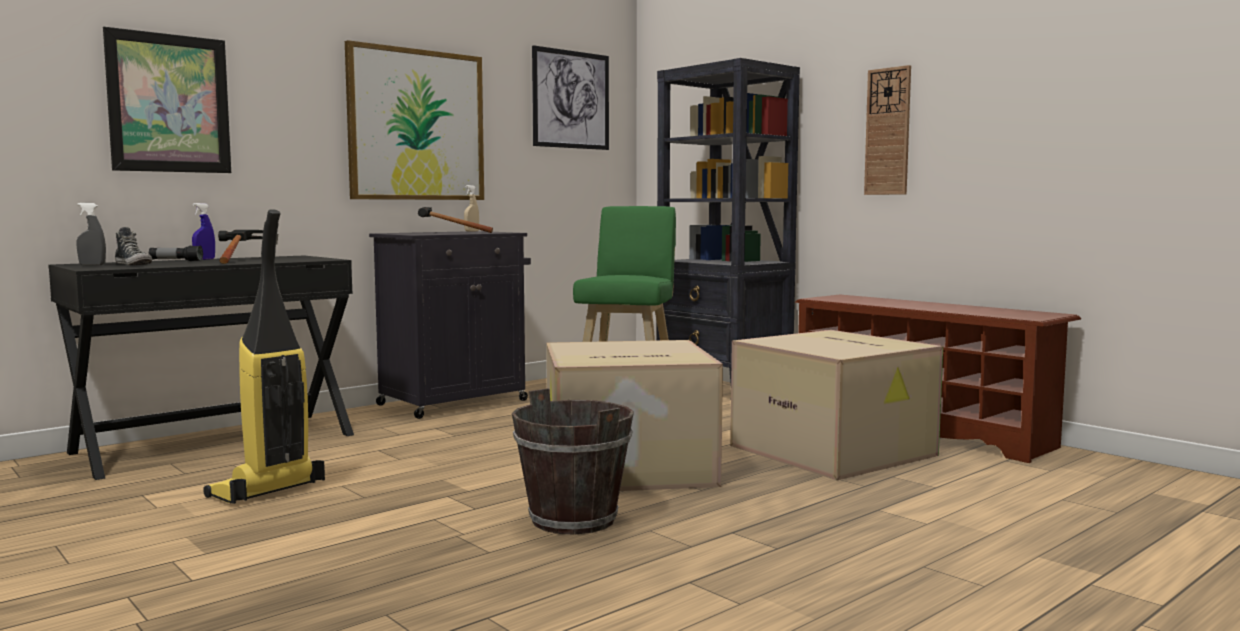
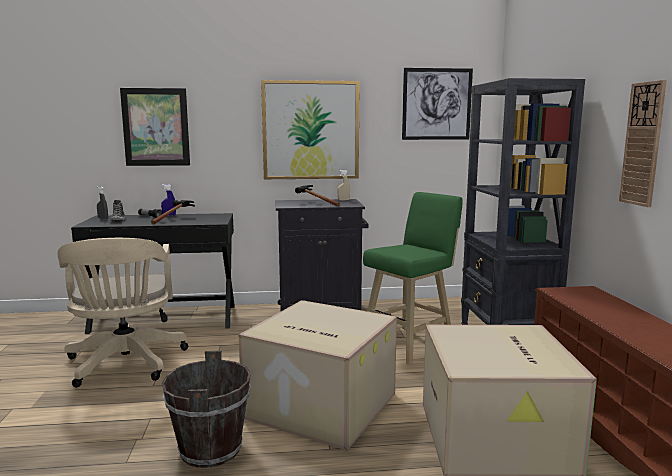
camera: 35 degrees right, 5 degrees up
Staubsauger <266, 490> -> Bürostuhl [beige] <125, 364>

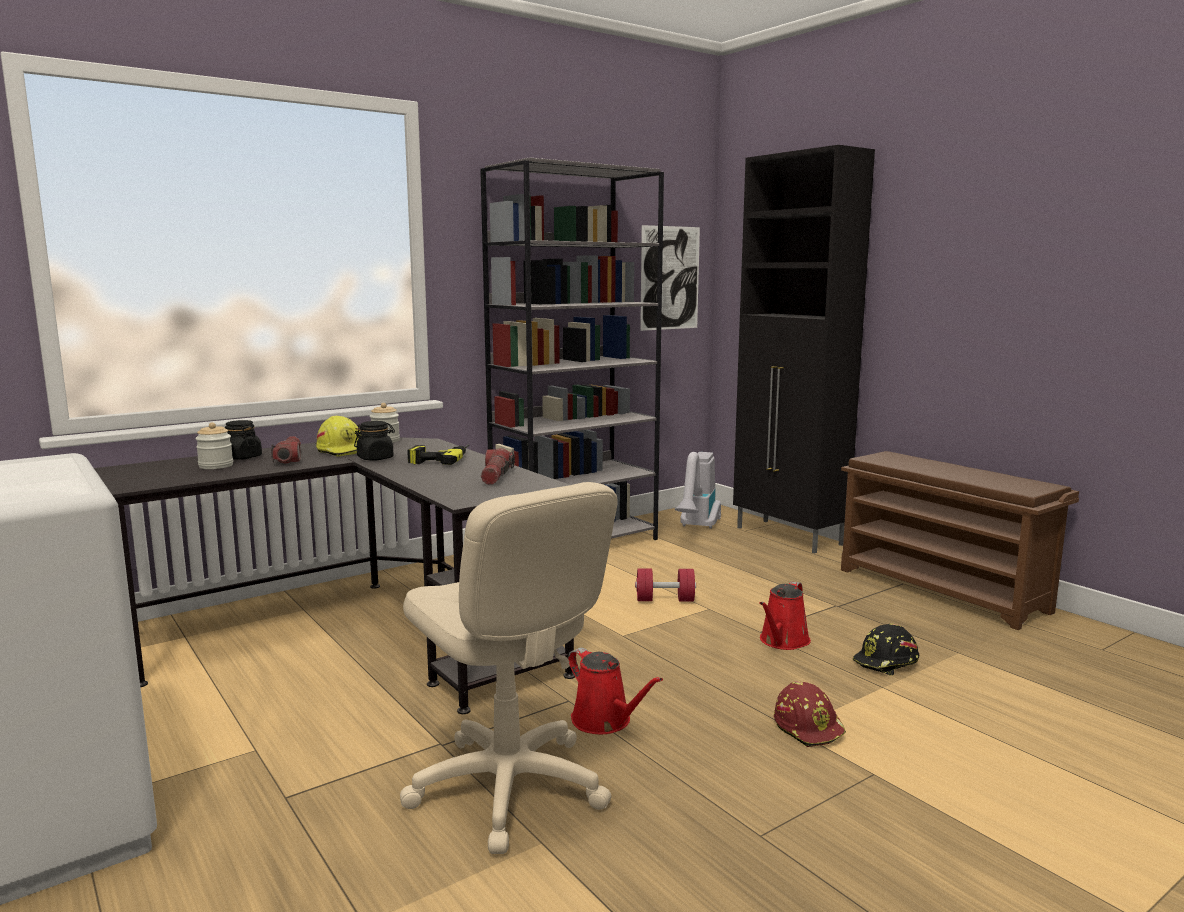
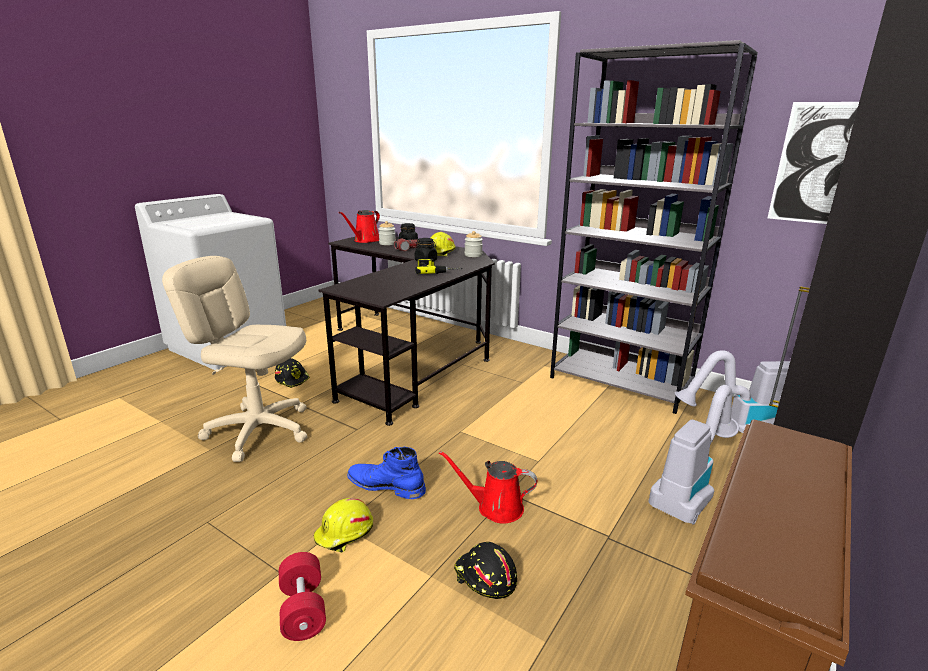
camera: 70 degrees right, 10 degrees up
Bürostuhl [beige] <507, 787> -> Bürostuhl [beige] <259, 430>, 75 degrees clockwise
Taschenlampe <496, 477> -> none
Gießkanne [rot] <605, 721> -> Gießkanne [rot] <365, 240>, moved
Hantel [rot] <665, 600> -> Hantel [rot] <303, 609>, moved
Schutzhelm [rot] <809, 727> -> Schutzhelm [gelb] <345, 533>
none -> Schutzhelm [schwarz] <293, 379>
none -> Stiefel [blau] <386, 485>
none -> Staubsauger <690, 490>

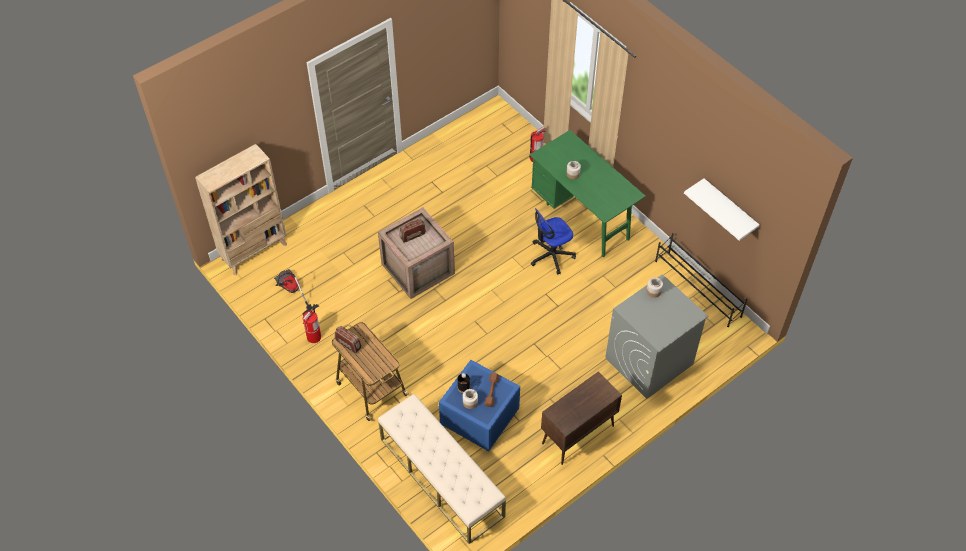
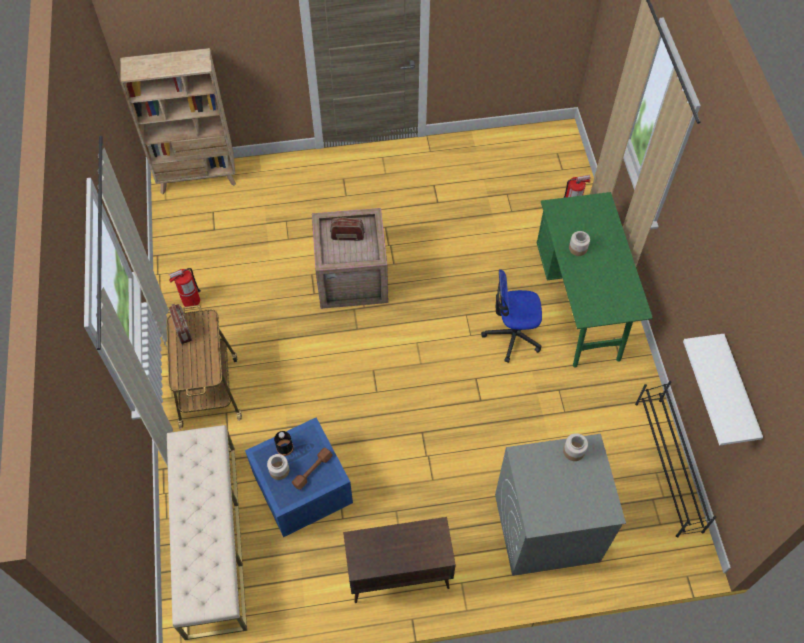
camera: 30 degrees right, 5 degrees up
Staubsauger <292, 292> -> none

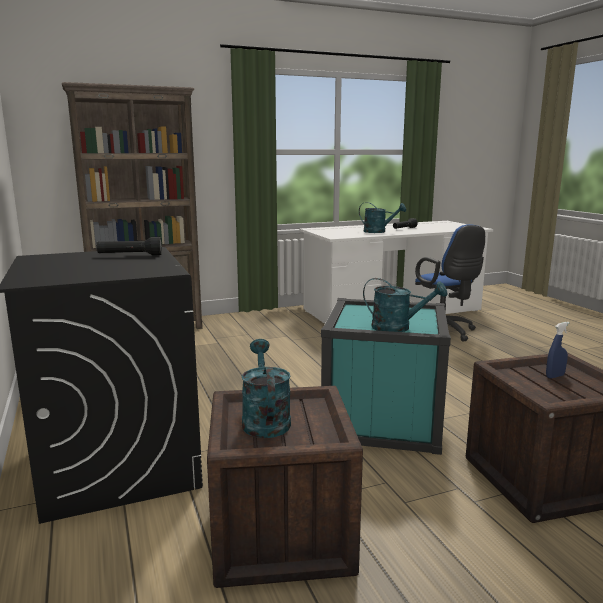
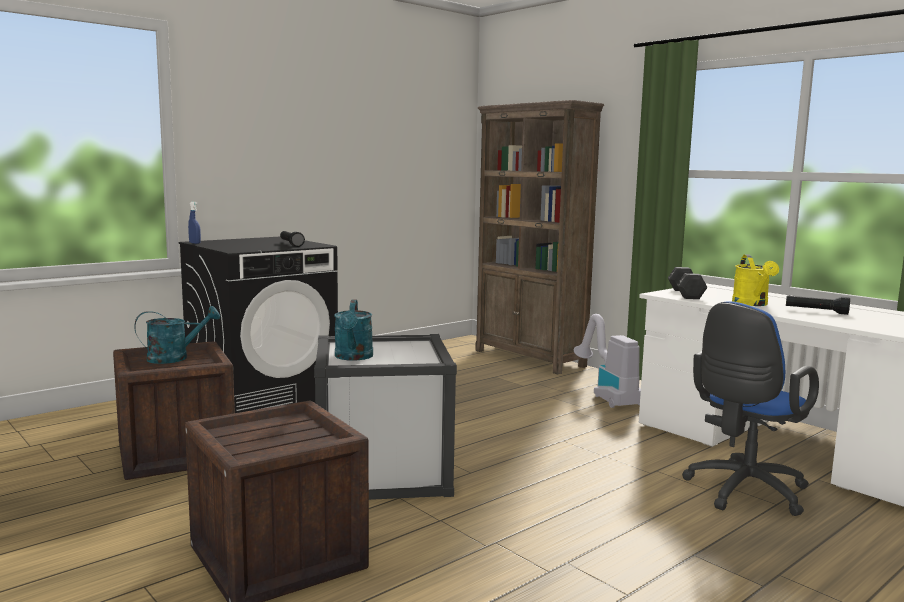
camera: 70 degrees right, 5 degrees down
Aufbewahrungsbox [türkis] <382, 419> -> Aufbewahrungsbox [weiß] <382, 471>
Gießkanne [türkis] <379, 231> -> Gießkanne [gelb] <752, 304>
Sprühflasche [blau] <555, 376> -> Sprühflasche [blau] <195, 243>, moved
none -> Staubsauger <606, 395>
none -> Hantel [schwarz] <685, 294>

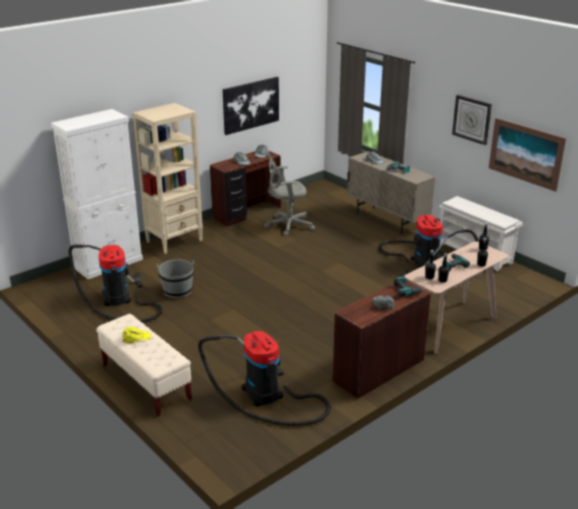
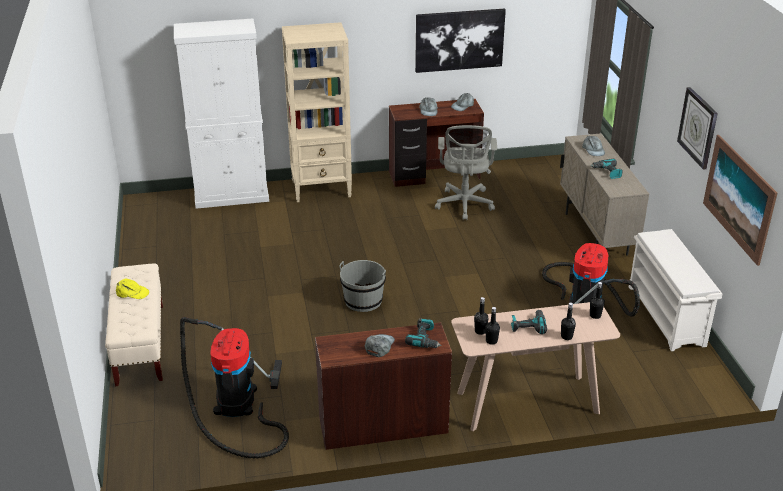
camera: 30 degrees right, 5 degrees up
Staubsauger <118, 299> -> none
Eimer [grau] <177, 291> -> Eimer [grau] <363, 301>, moved
Bürostuhl [grau] <287, 225> -> Bürostuhl [grau] <464, 205>, 105 degrees counterclockwise

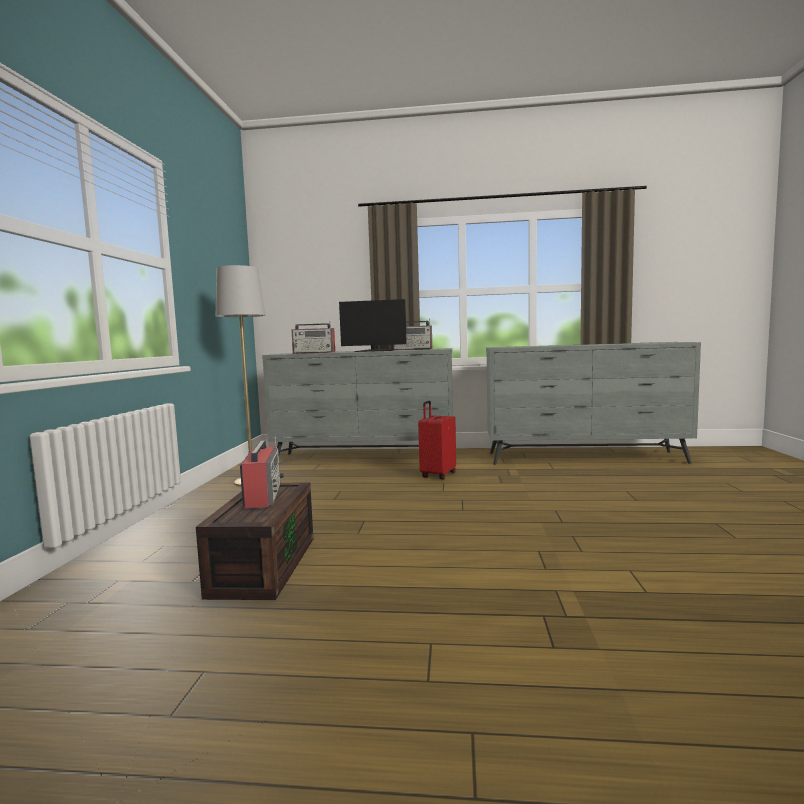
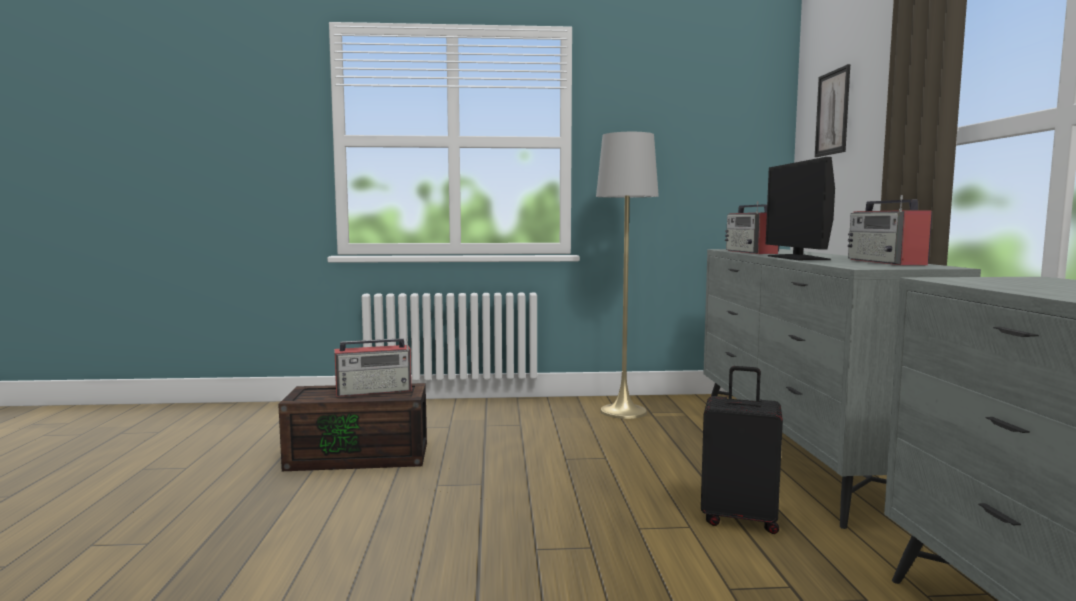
camera: 80 degrees right, 0 degrees up
Koffer [rot] <437, 475> -> Koffer [schwarz] <740, 518>
none -> Bild <832, 113>

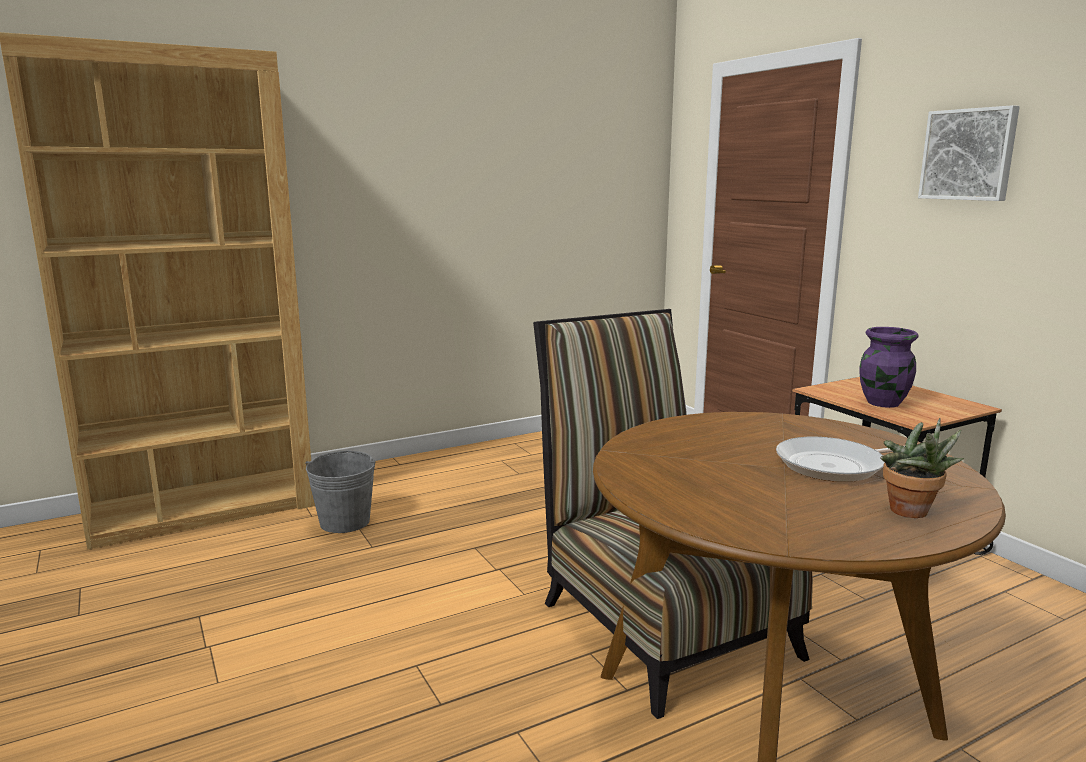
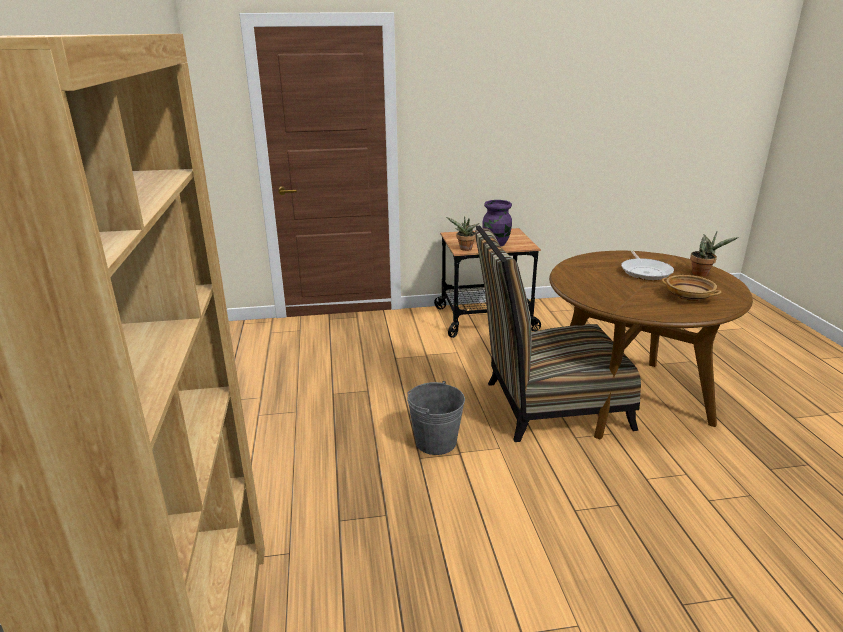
camera: 70 degrees left, 10 degrees up
Eimer [grau] <345, 522> -> Eimer [grau] <435, 442>, moved
Bild <969, 154> -> none
none -> Topfpflanze <464, 249>
none -> Schüssel [beige] <689, 297>

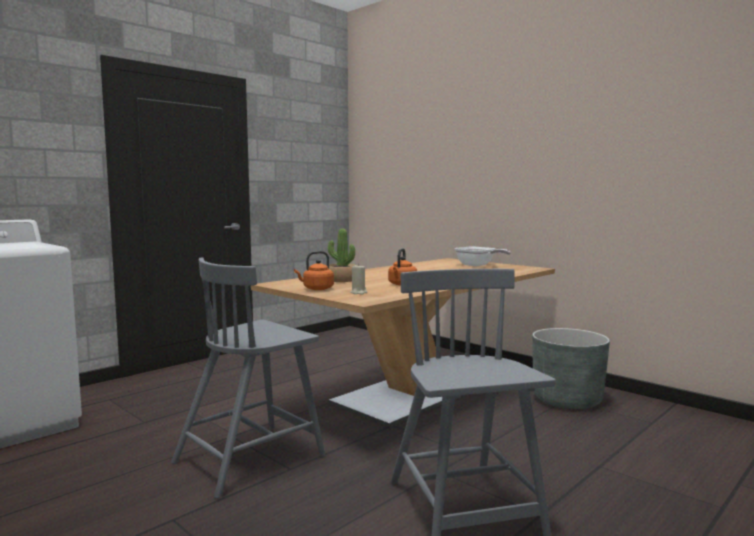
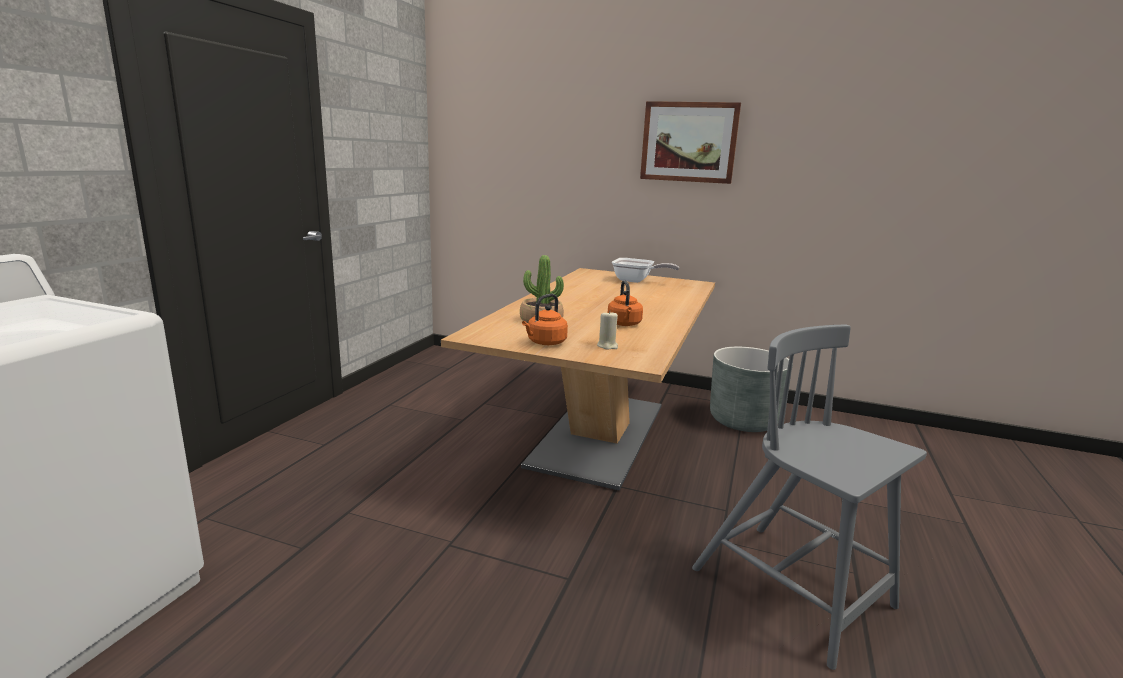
camera: 25 degrees left, 10 degrees up
Stuhl [grau] <251, 458> -> none
none -> Bild <689, 142>

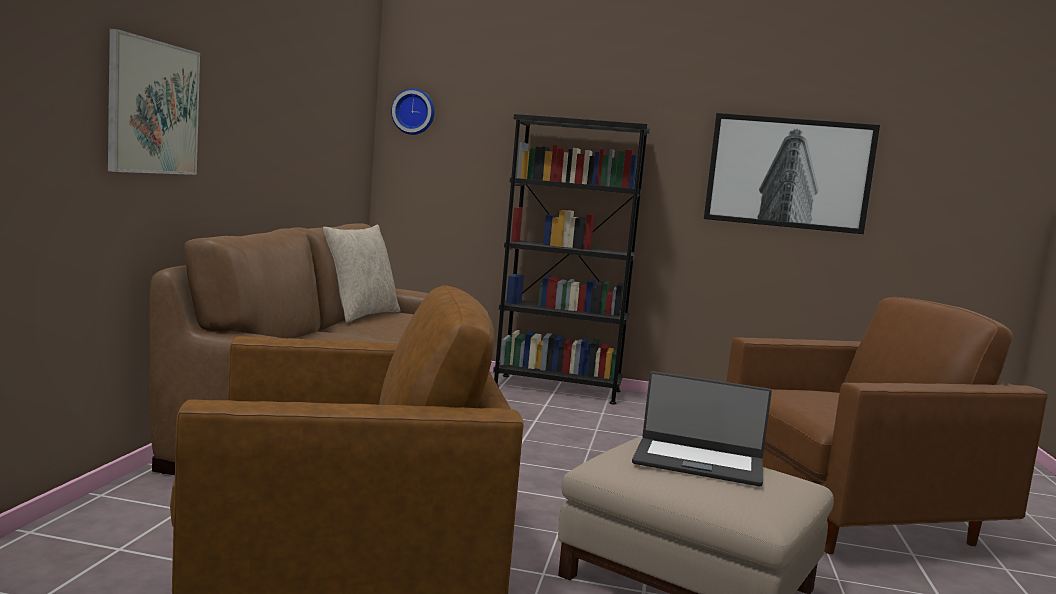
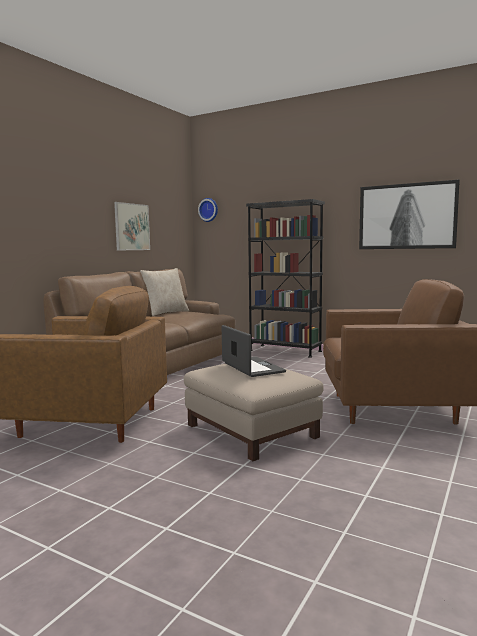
camera: 20 degrees right, 0 degrees up
Bild <153, 107> -> Bild <132, 227>, moved
Laptop <698, 462> -> Laptop <251, 367>, 150 degrees counterclockwise

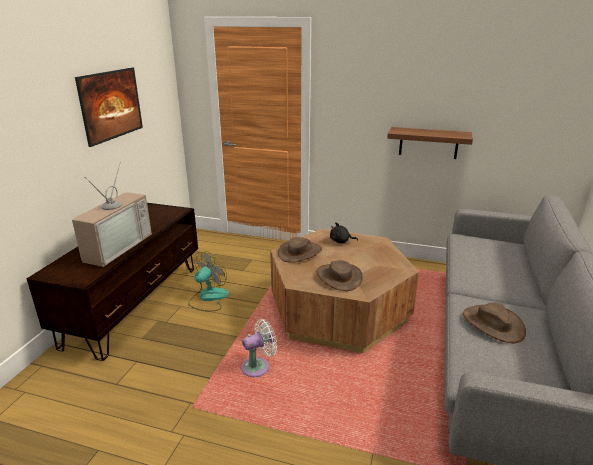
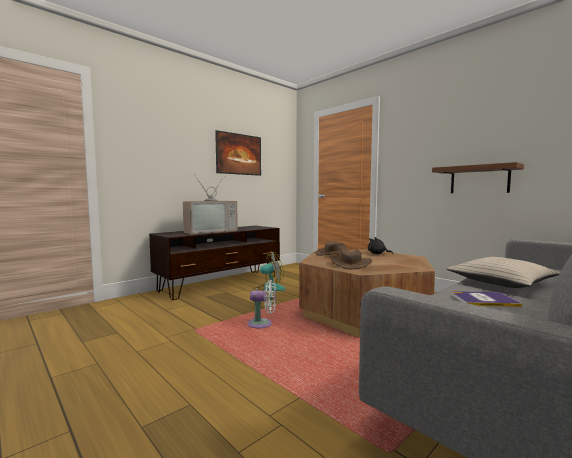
camera: 30 degrees right, 20 degrees down
Hut [braun] <492, 324> -> Buch <484, 300>
none -> Kissen [beige] <501, 282>

